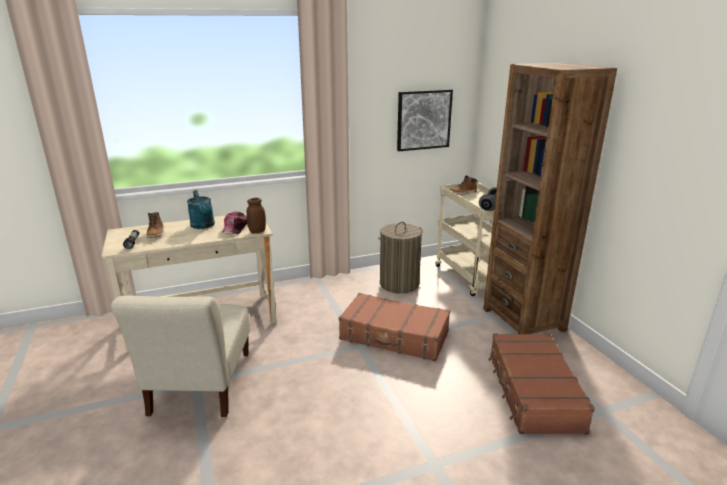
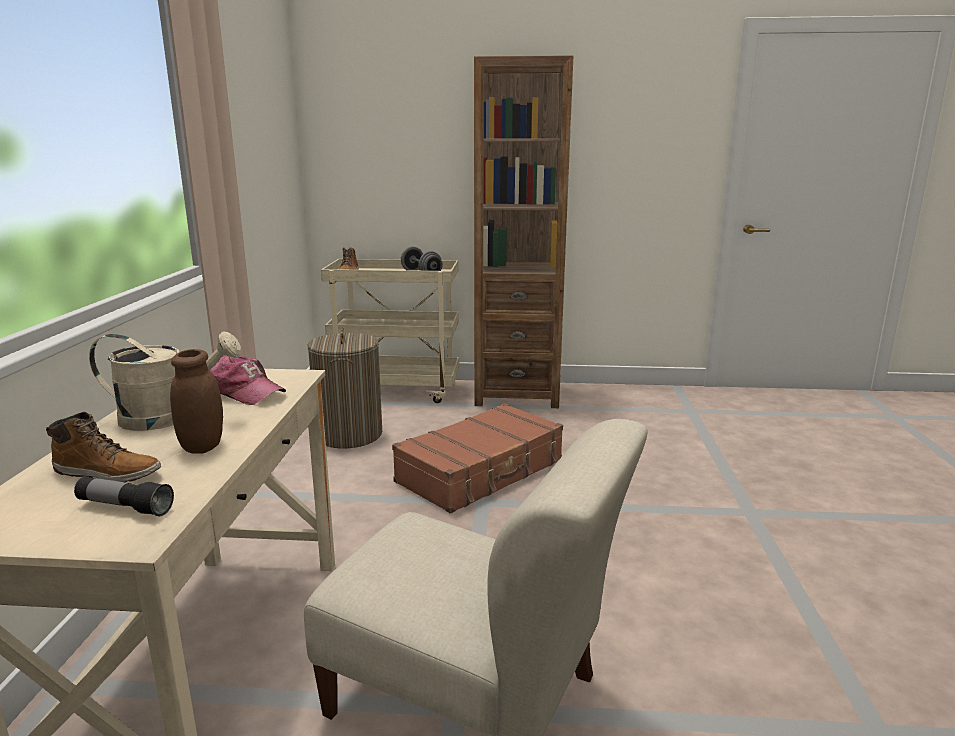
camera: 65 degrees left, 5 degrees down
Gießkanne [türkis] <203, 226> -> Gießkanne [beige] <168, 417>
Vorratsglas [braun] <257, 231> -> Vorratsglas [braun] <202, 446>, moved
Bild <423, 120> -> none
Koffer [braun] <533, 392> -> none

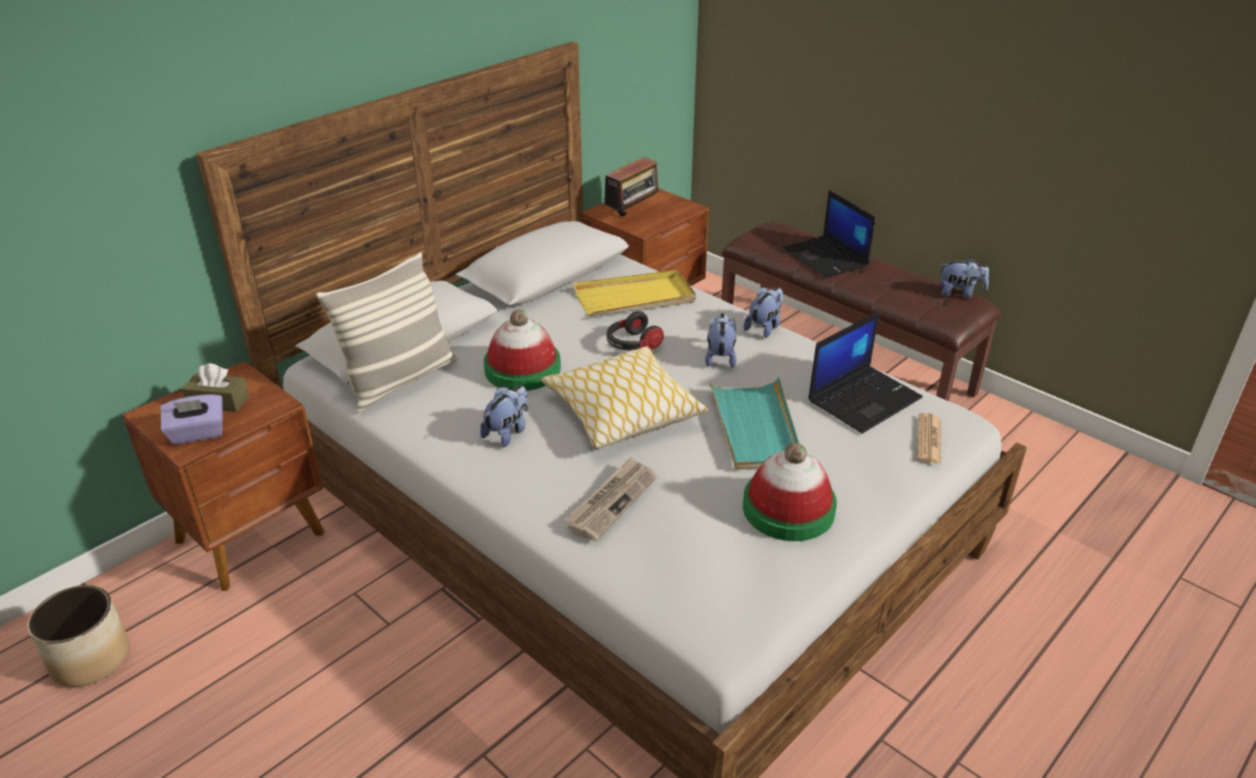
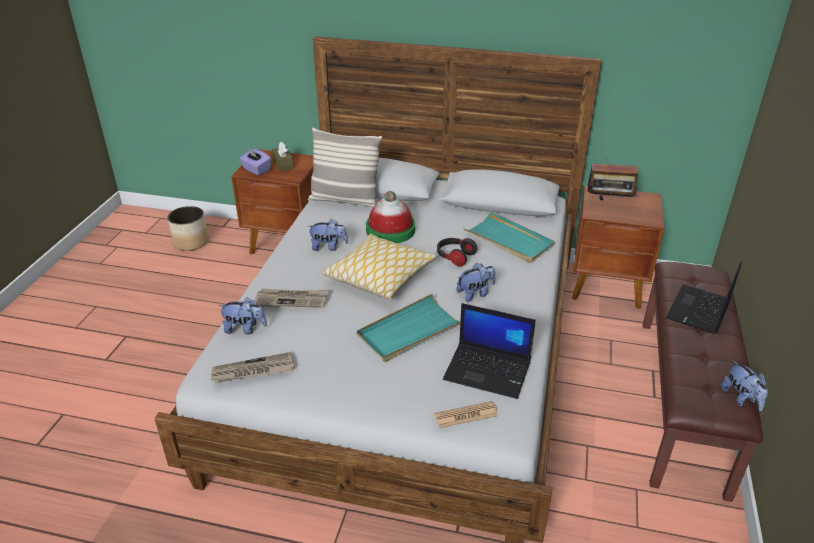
camera: 60 degrees right, 0 degrees up
Tablett [gelb] <635, 298> -> Tablett [türkis] <509, 240>
Hut <788, 509> -> none
Plüschtier <764, 327> -> Plüschtier <245, 329>, moved
none -> Zeitung <253, 371>

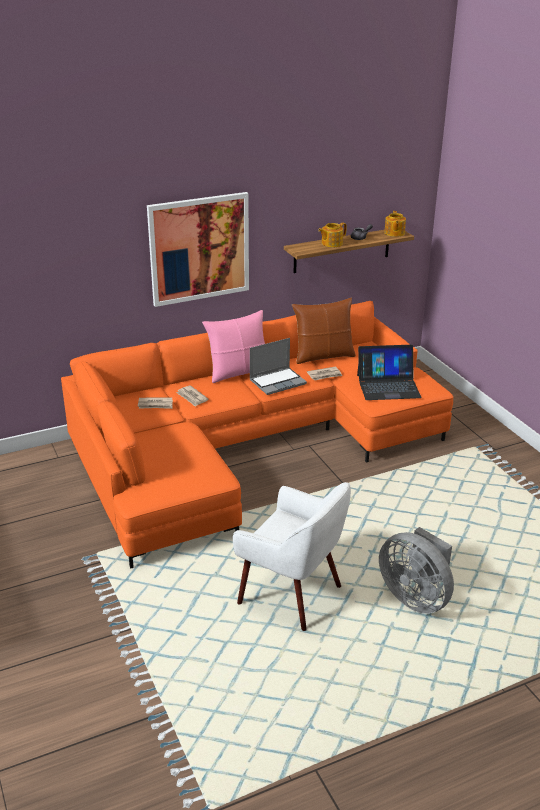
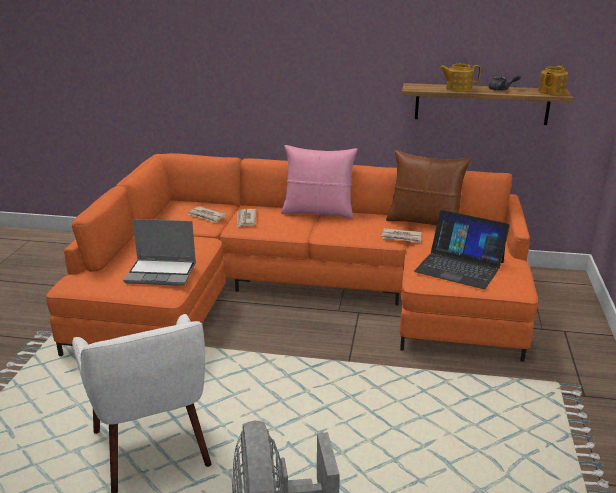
camera: 35 degrees right, 5 degrees down
Bild <199, 248> -> none
Laptop <278, 382> -> Laptop <162, 273>, moved

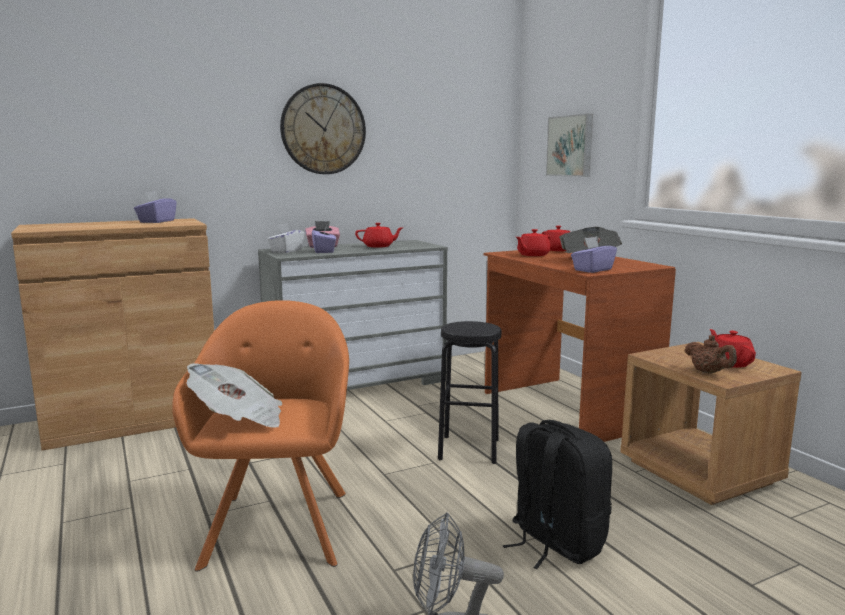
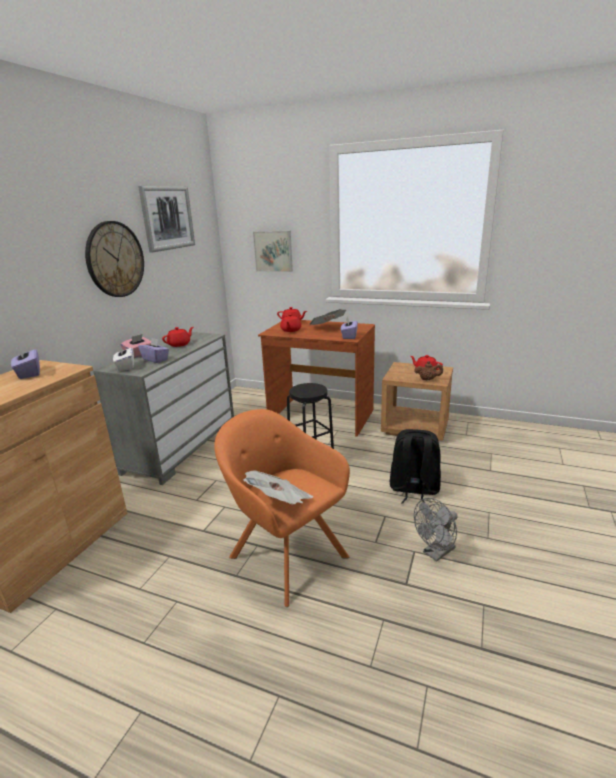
camera: 40 degrees left, 10 degrees up
none -> Bild <167, 218>

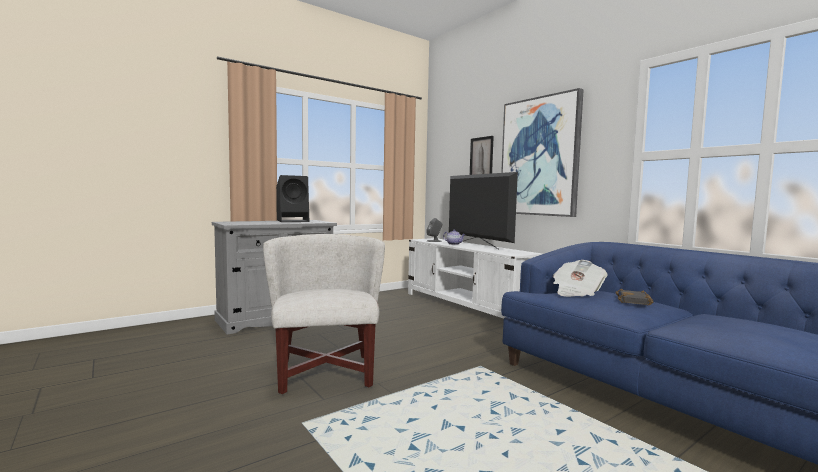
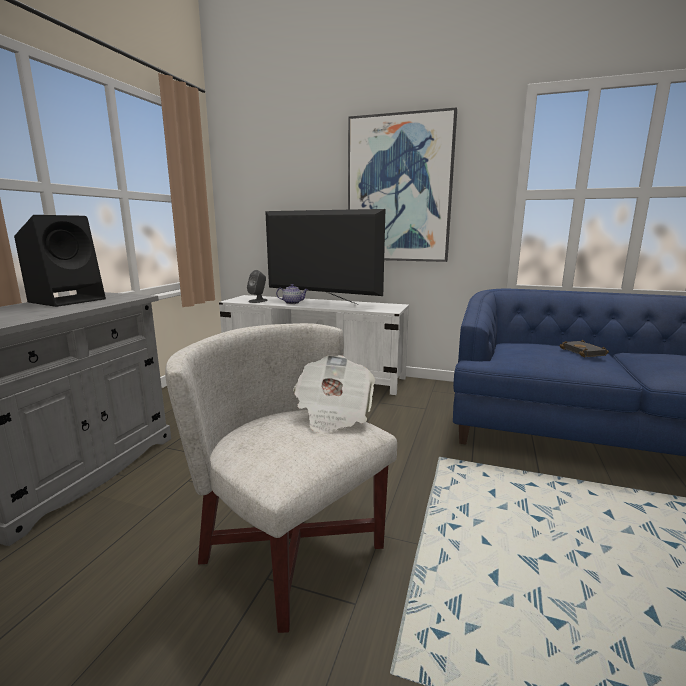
camera: 35 degrees left, 10 degrees up
Bild <481, 158> -> none
Zeitung <576, 292> -> Zeitung <333, 413>, moved

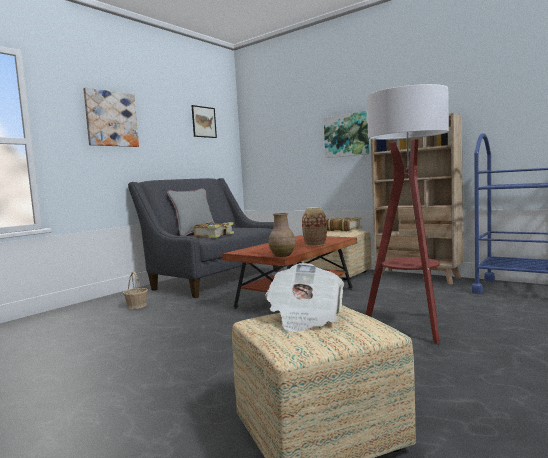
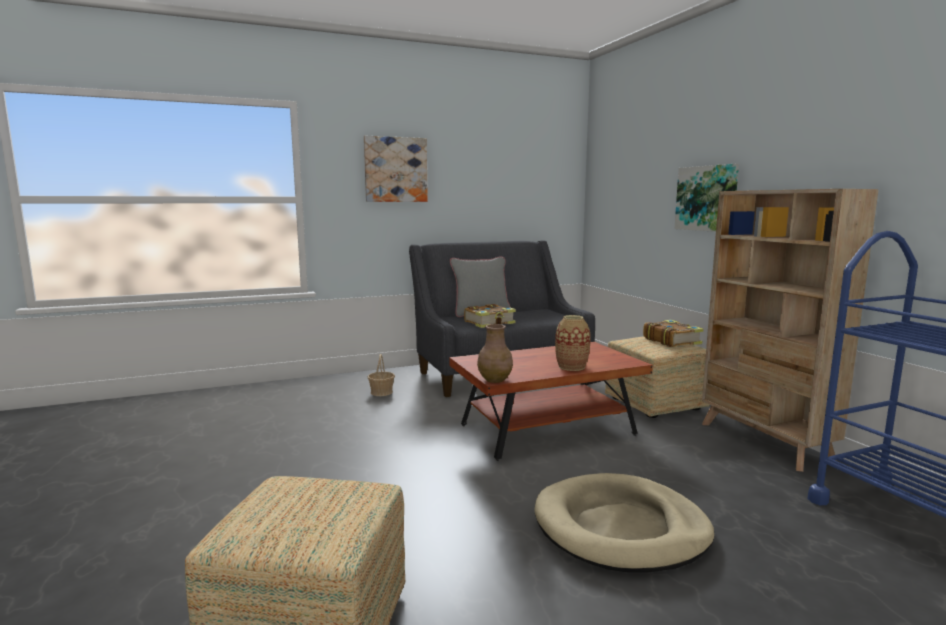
camera: 30 degrees right, 5 degrees up
Bild <204, 122> -> none
Zeitung <305, 317> -> none
Stehlampe <411, 327> -> Hundebett [beige] <621, 528>

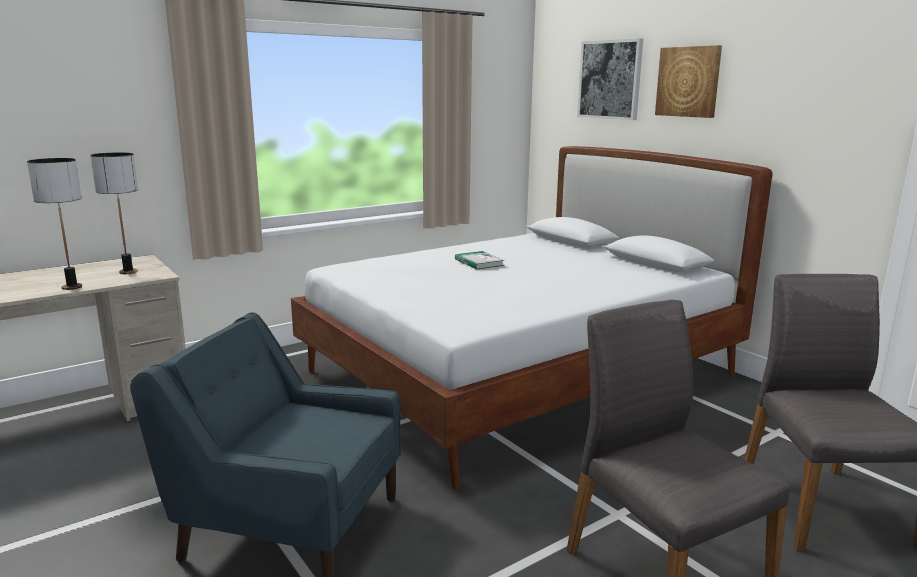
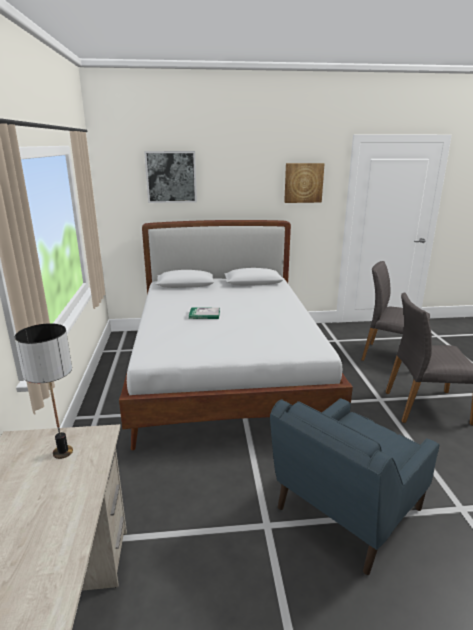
camera: 60 degrees left, 5 degrees up
Tischlampe <72, 287> -> none
Bild <688, 82> -> Bild <303, 183>, moved

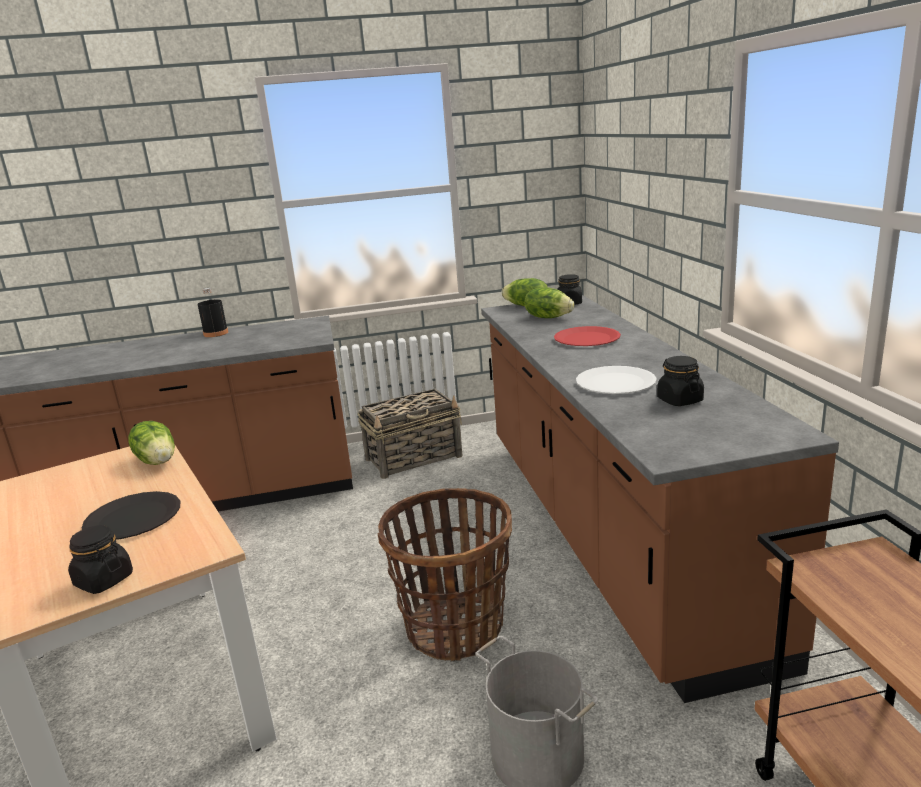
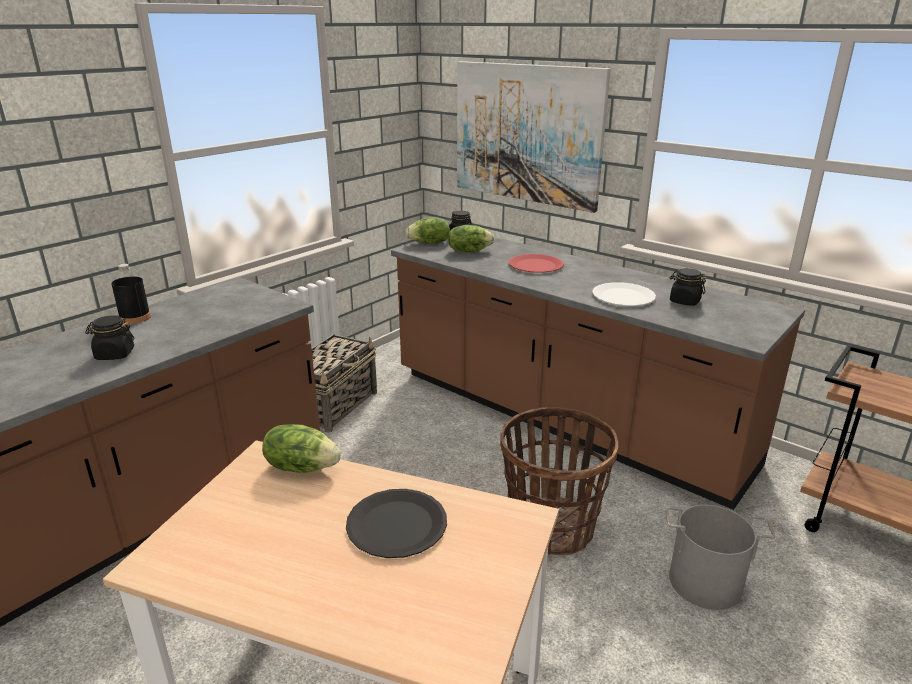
camera: 40 degrees left, 5 degrees up
Vorratsglas [schwarz] <104, 580> -> Vorratsglas [schwarz] <114, 354>, moved
none -> Bild <527, 134>

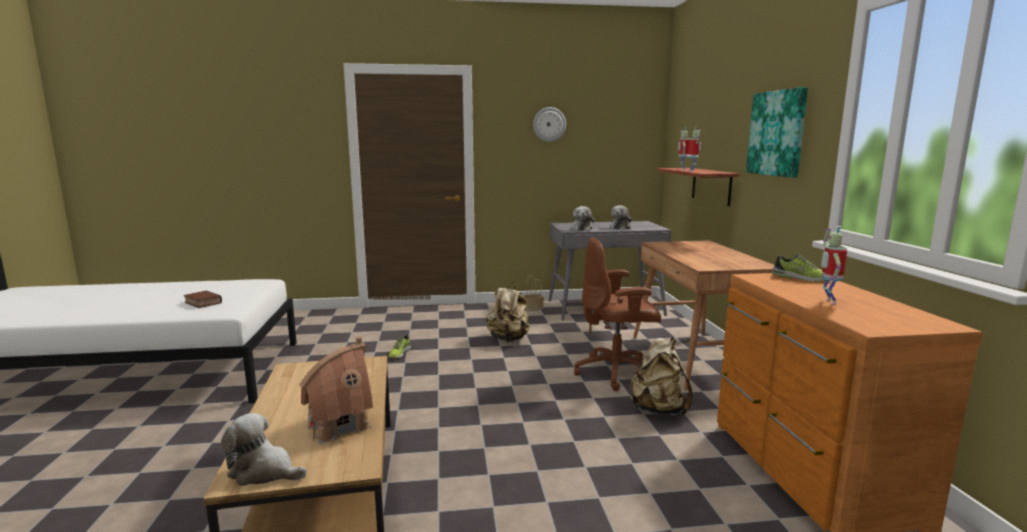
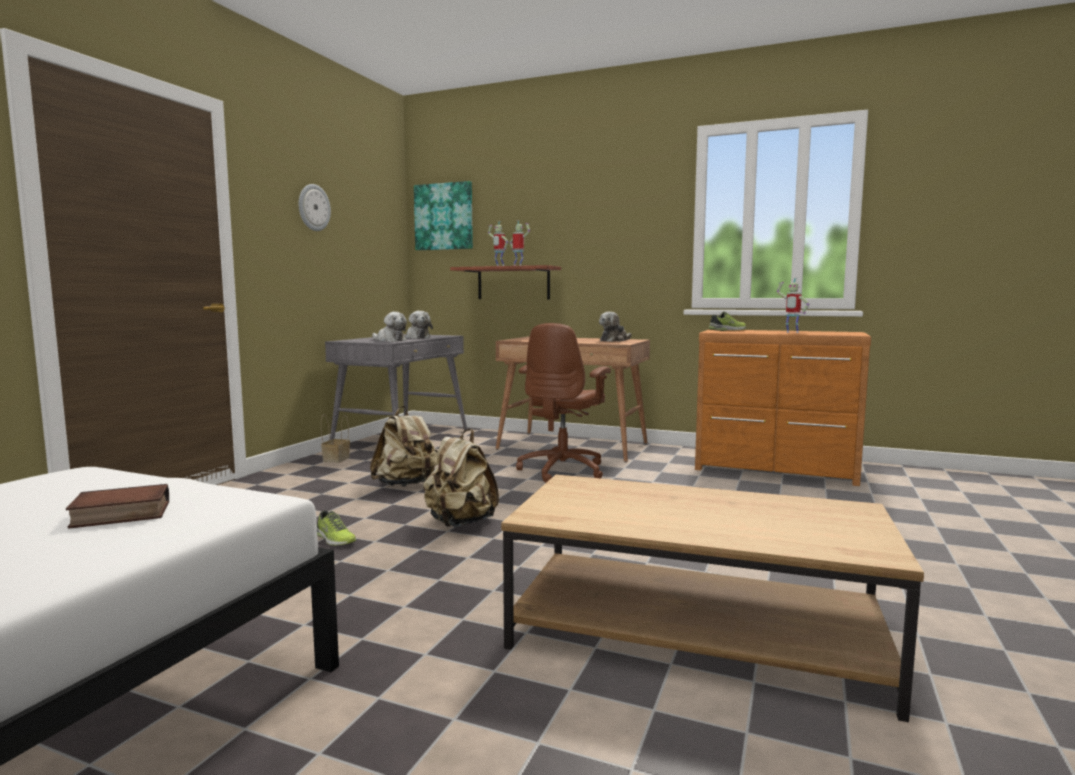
camera: 60 degrees left, 5 degrees down
Plüschtier <264, 472> -> Plüschtier <614, 340>, moved
Spielzeughaus <338, 425> -> none
Rucksack [beige] <658, 410> -> Rucksack [beige] <460, 523>, moved
Bild <777, 133> -> Bild <444, 216>, moved

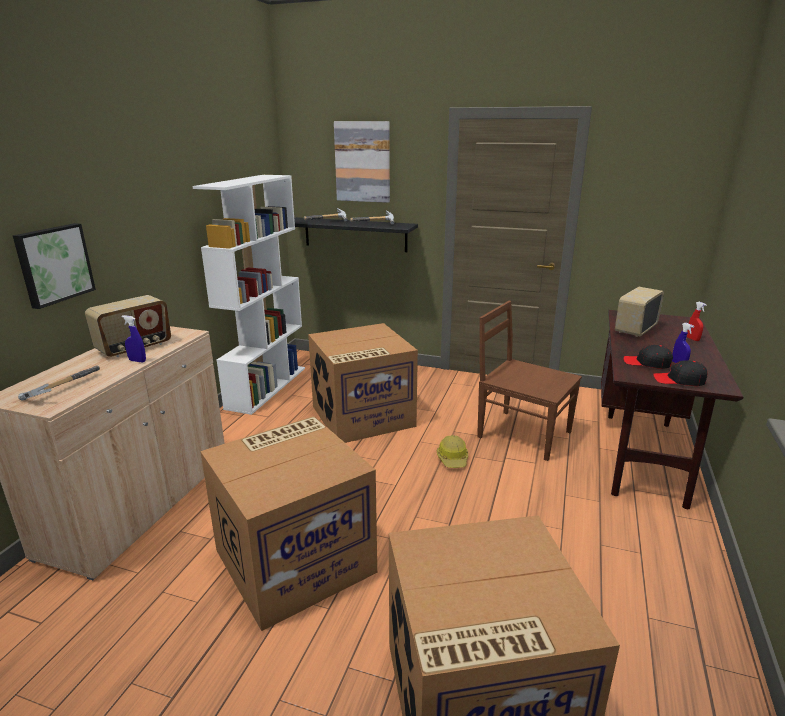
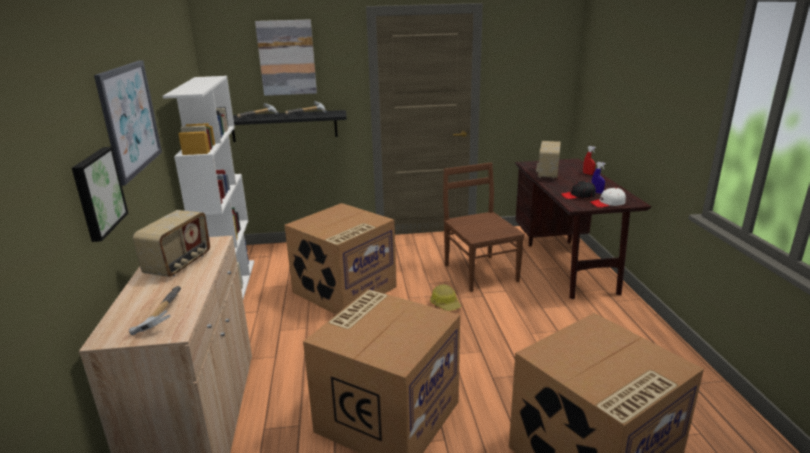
camera: 25 degrees left, 0 degrees up
Sprühflasche [blau] <137, 361> -> none
Stuhl [braun] <522, 433> -> Stuhl [braun] <480, 272>, 60 degrees clockwise
Kappe [schwarz] <679, 380> -> Kappe [weiß] <607, 203>
none -> Bild <130, 119>

